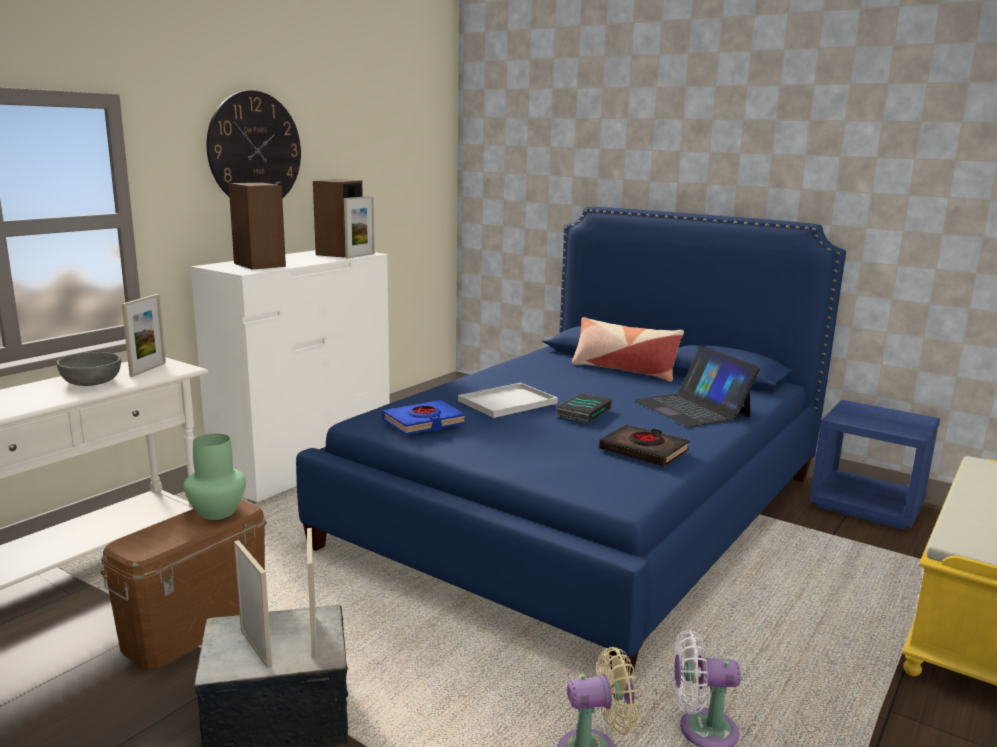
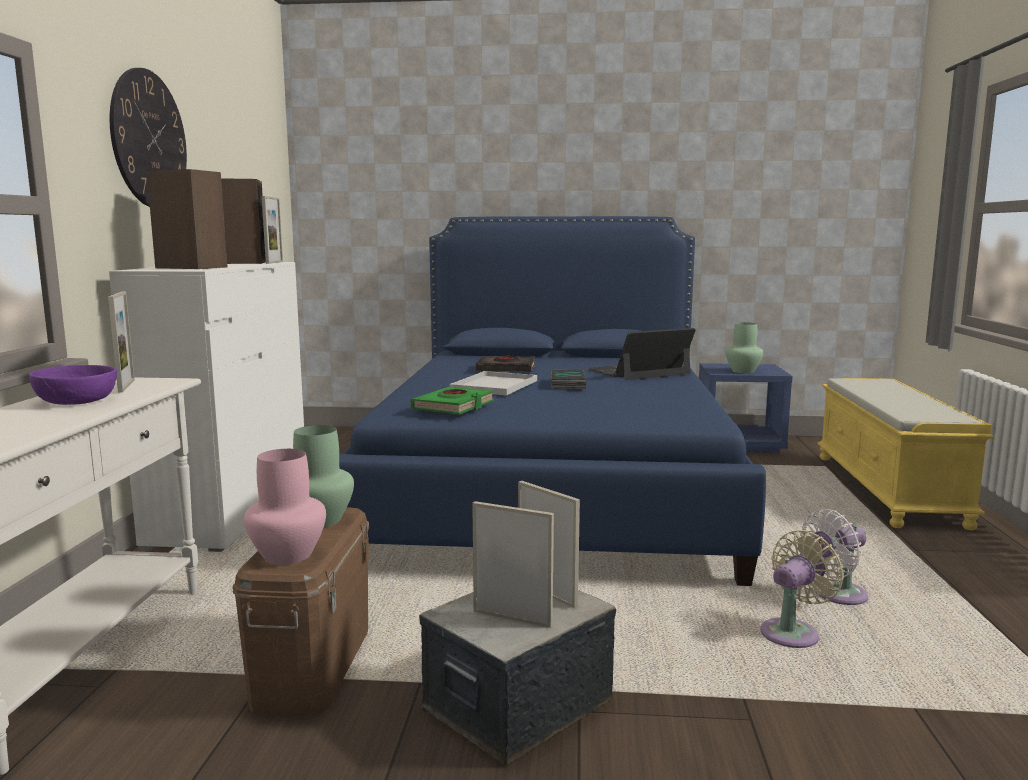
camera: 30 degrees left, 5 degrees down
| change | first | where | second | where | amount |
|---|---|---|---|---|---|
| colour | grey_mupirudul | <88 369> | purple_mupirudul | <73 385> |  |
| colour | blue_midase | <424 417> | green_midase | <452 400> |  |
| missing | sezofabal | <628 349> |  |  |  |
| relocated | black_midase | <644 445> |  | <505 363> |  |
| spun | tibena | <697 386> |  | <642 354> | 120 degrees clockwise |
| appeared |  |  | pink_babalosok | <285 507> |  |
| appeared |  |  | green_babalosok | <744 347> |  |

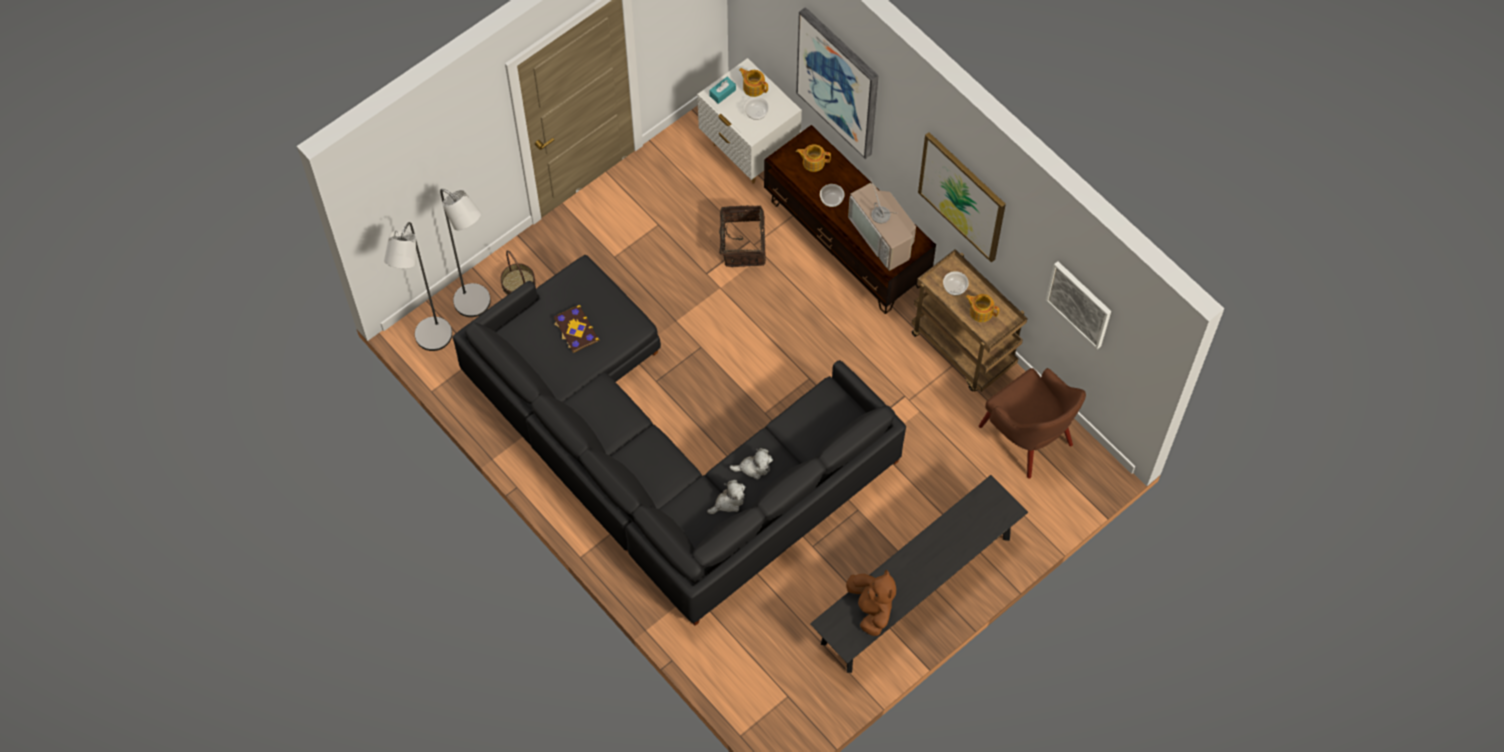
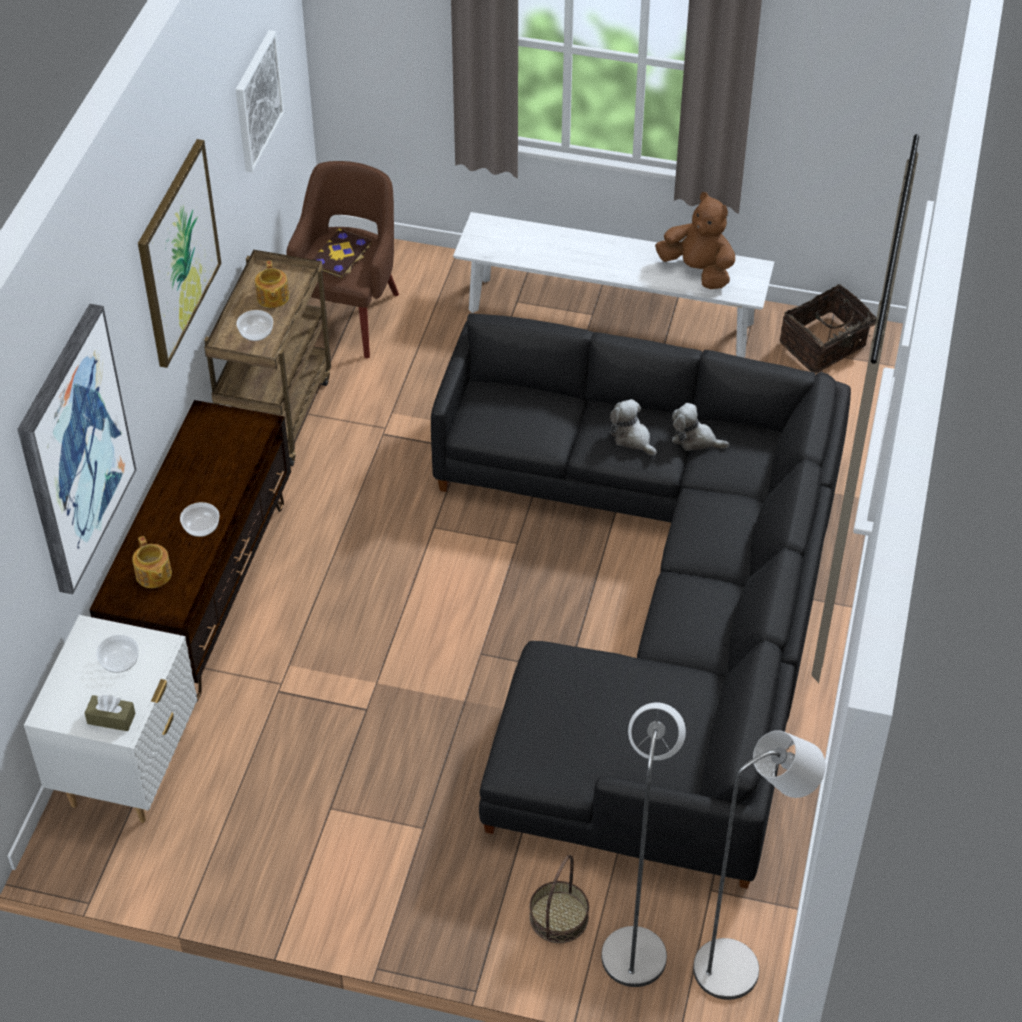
camera: 125 degrees left, 15 degrees down
| change | first | where | second | where | amount |
|---|---|---|---|---|---|
| relocated | midase | <576 329> |  | <342 254> |  |
| colour | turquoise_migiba | <722 90> | brown_migiba | <110 713> |  |
| relocated | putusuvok | <742 236> |  | <828 328> |  |
| missing | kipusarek | <753 82> |  |  |  |
| colour | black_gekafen | <919 574> | white_gekafen | <613 285> |  |
| spun | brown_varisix | <871 603> |  | <695 240> | 90 degrees clockwise |
| missing | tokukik | <882 224> |  |  |  |

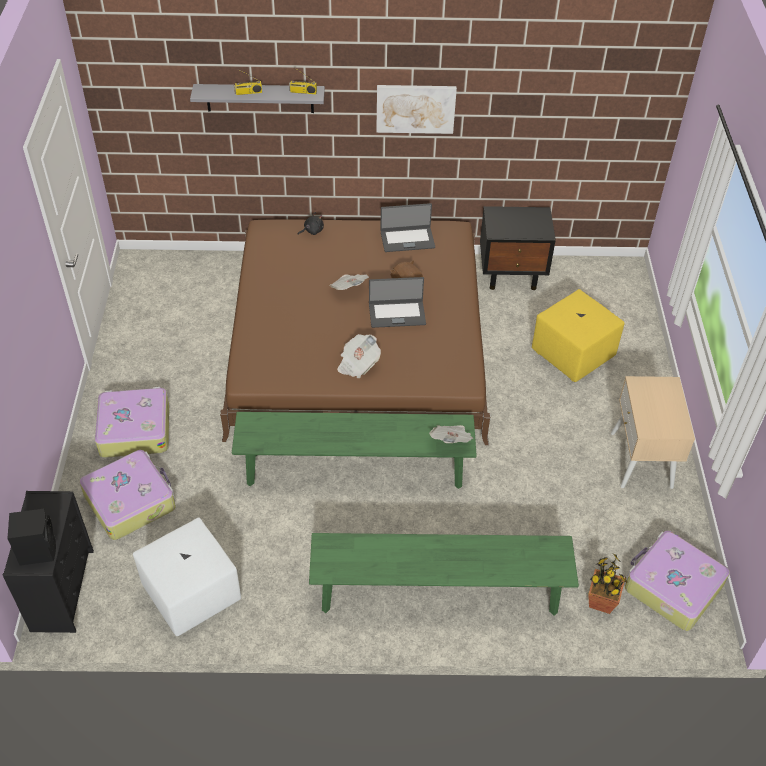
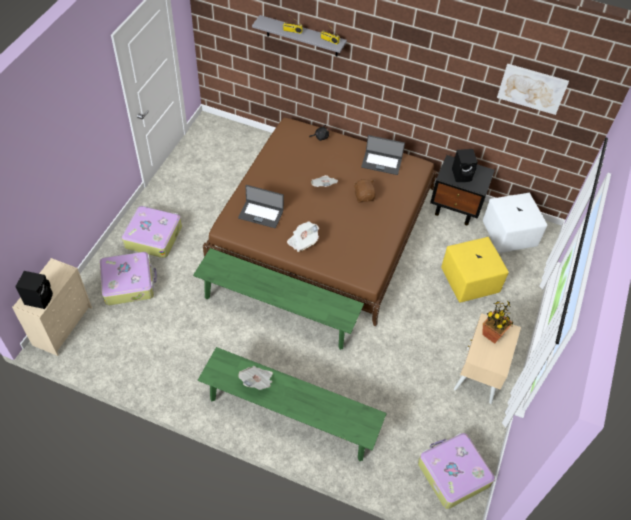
camera: 20 degrees right, 5 degrees up
| change | first | where | second | where | amount |
|---|---|---|---|---|---|
| colour | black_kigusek | <48 562> | beige_kigusek | <52 307> |  |
| relocated | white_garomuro | <187 576> |  | <515 223> |  |
| relocated | tibena | <397 302> |  | <261 206> |  |
| relocated | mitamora | <416 109> |  | <533 89> |  |
| relocated | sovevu | <451 434> |  | <255 378> |  |
| relocated | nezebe | <607 584> |  | <498 322> |  |
| appeared |  |  | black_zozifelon | <465 165> |  |

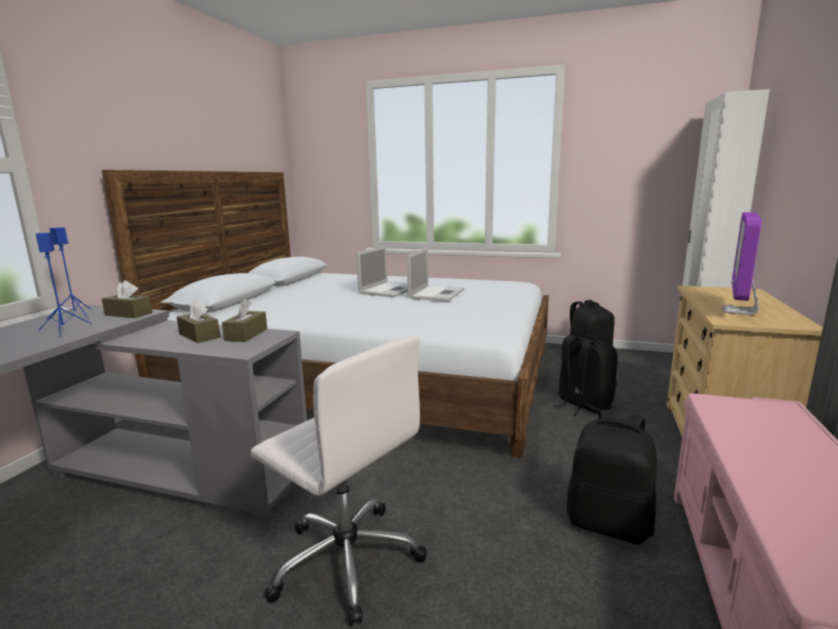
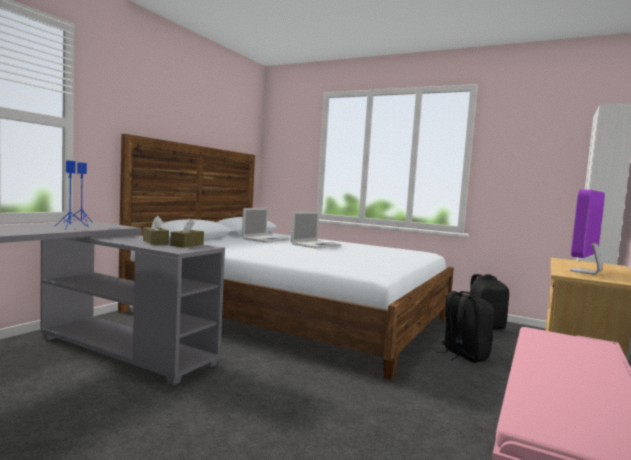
camera: 10 degrees right, 10 degrees down
| change | first | where | second | where | amount |
|---|---|---|---|---|---|
| missing | brown_migiba | <127 299> |  |  |  |
| missing | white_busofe | <338 481> |  |  |  |
| relocated | tibena | <435 274> |  | <265 225> |  |
| missing | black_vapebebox | <612 477> |  |  |  |

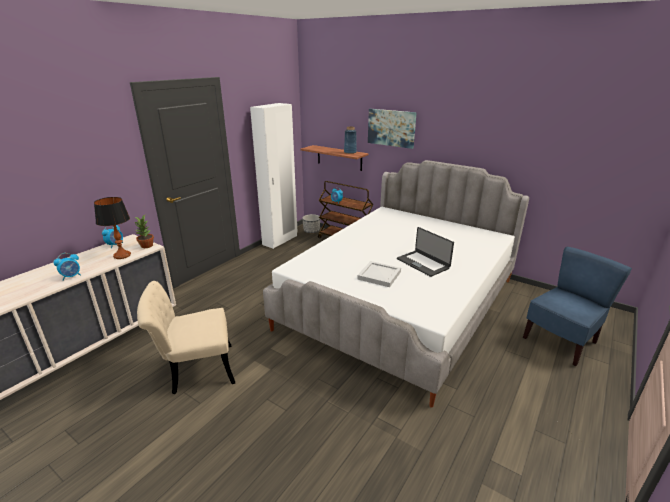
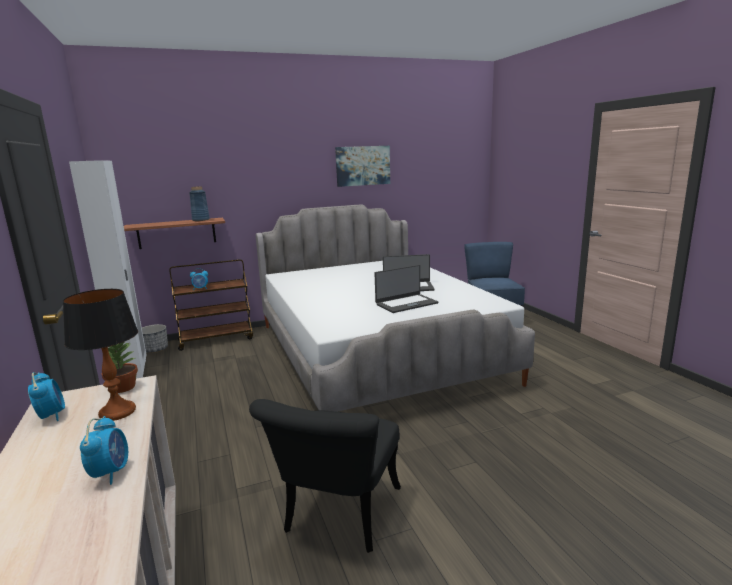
camera: 55 degrees left, 10 degrees down
| change | first | where | second | where | amount |
|---|---|---|---|---|---|
| colour | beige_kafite | <186 337> | black_kafite | <325 476> |  |
| exchanged | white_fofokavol | <379 274> | tibena | <406 289> |  |
| relocated | mitamora | <392 129> |  | <362 166> |  |

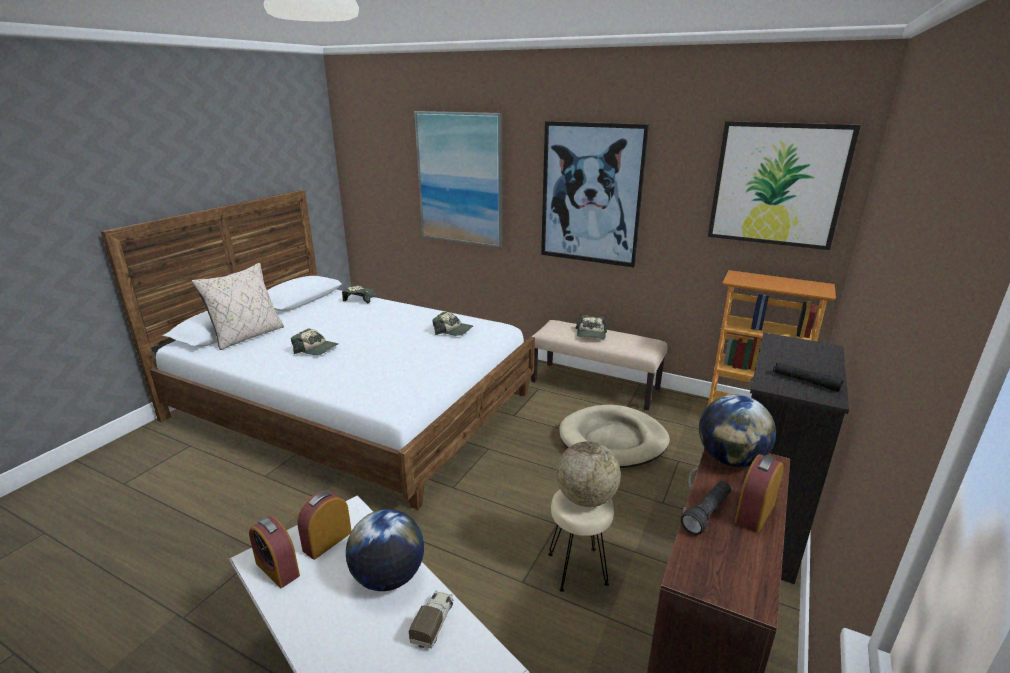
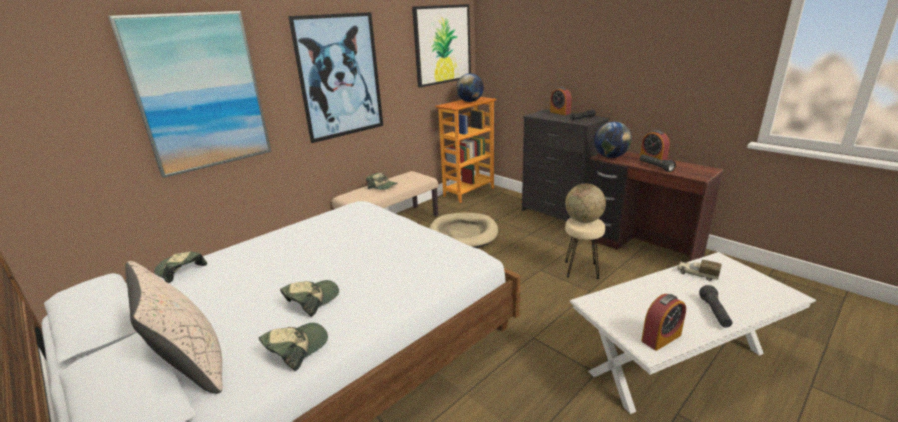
camera: 70 degrees left, 0 degrees up
| change | first | where | second | where | amount |
|---|---|---|---|---|---|
| relocated | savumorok | <324 525> |  | <561 101> |  |
| relocated | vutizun | <385 550> |  | <470 87> |  |
| relocated | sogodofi | <453 324> |  | <293 347> |  |
| appeared |  |  | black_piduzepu | <716 306> |  |

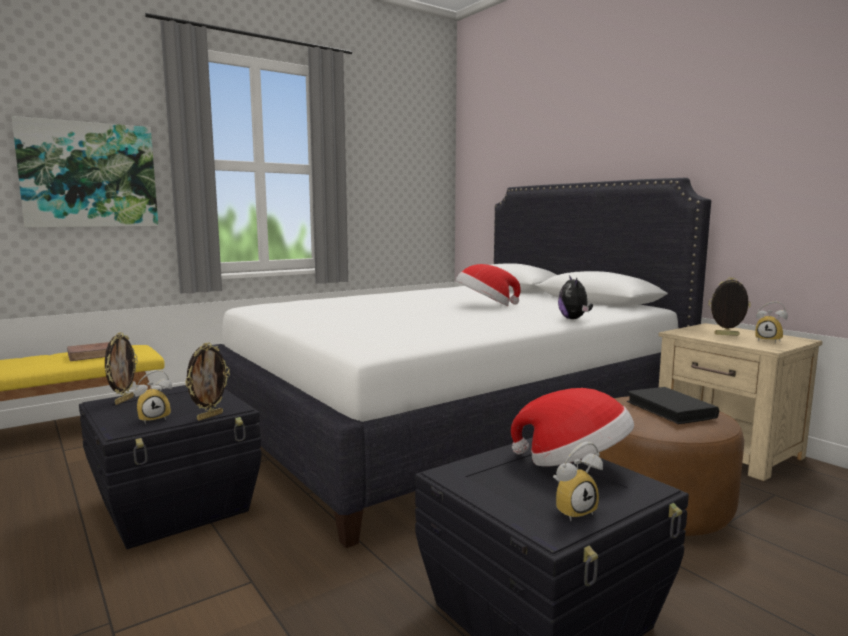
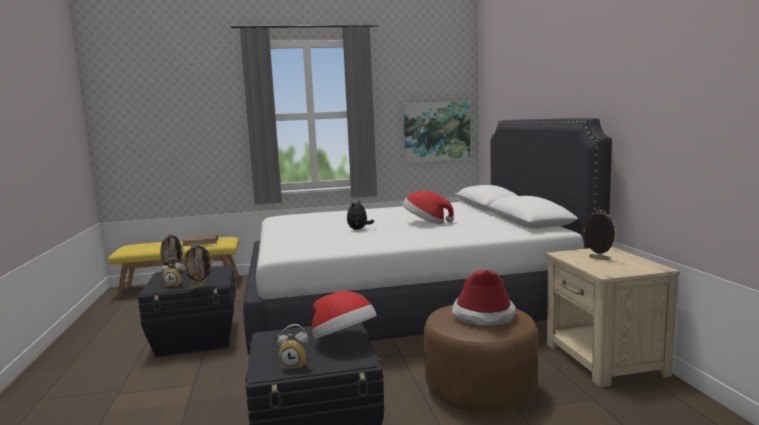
camera: 25 degrees right, 0 degrees up
| change | first | where | second | where | amount |
|---|---|---|---|---|---|
| relocated | mitamora | <84 171> |  | <437 132> |  |
| relocated | varisix | <575 297> |  | <360 215> |  |
| exchanged | black_midase | <673 405> | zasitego | <484 298> |  |
| missing | savumorok | <771 322> |  |  |  |

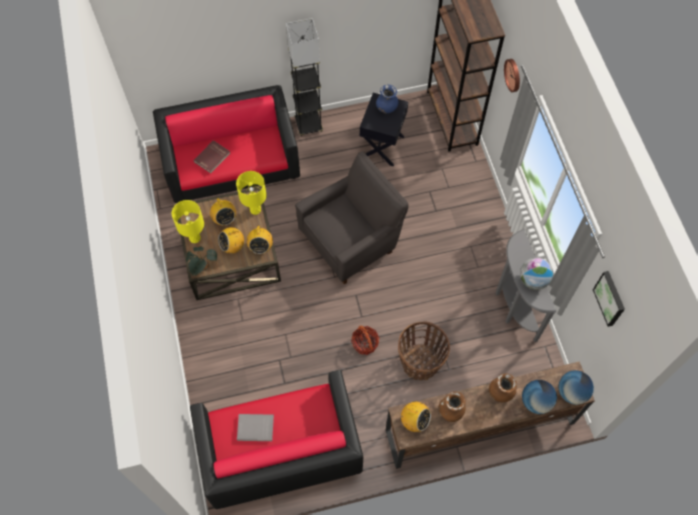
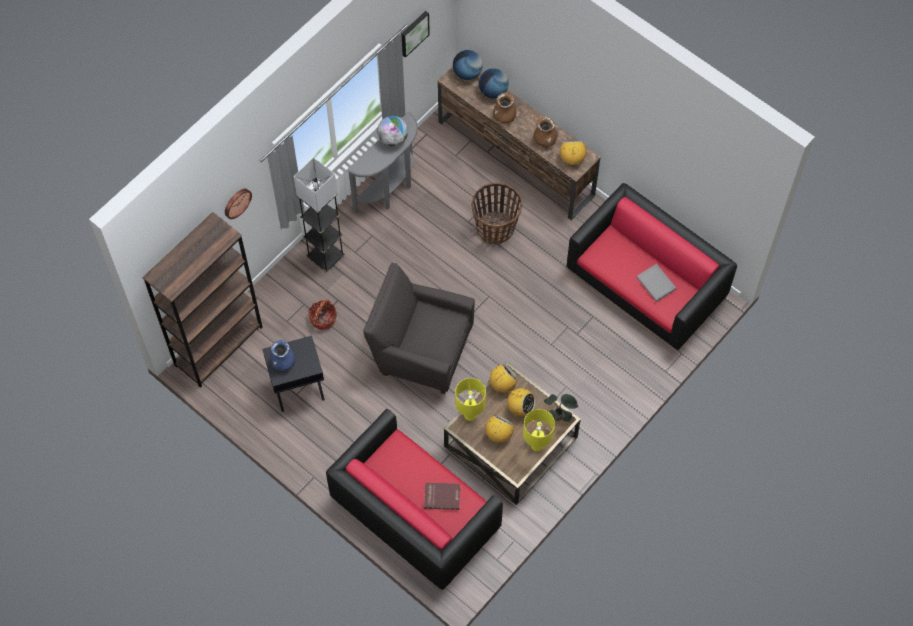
camera: 125 degrees left, 0 degrees up
| change | first | where | second | where | amount |
|---|---|---|---|---|---|
| relocated | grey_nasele | <304 77> |  | <319 214> |  |
| relocated | putusuvok | <365 340> |  | <322 314> |  |

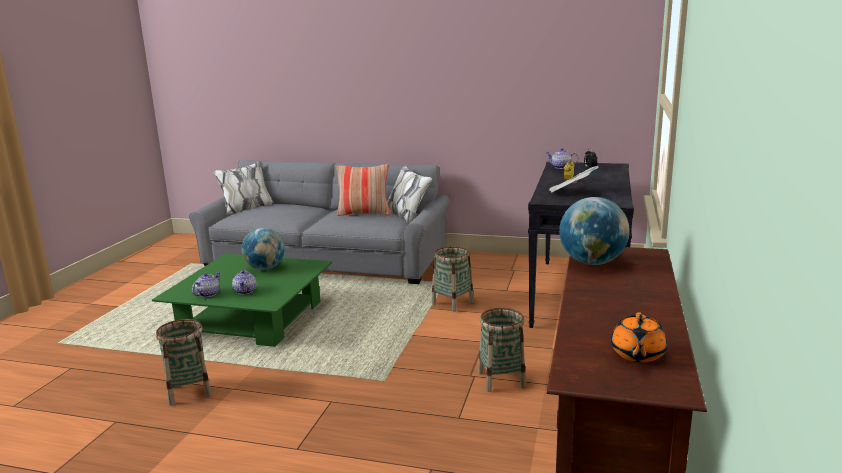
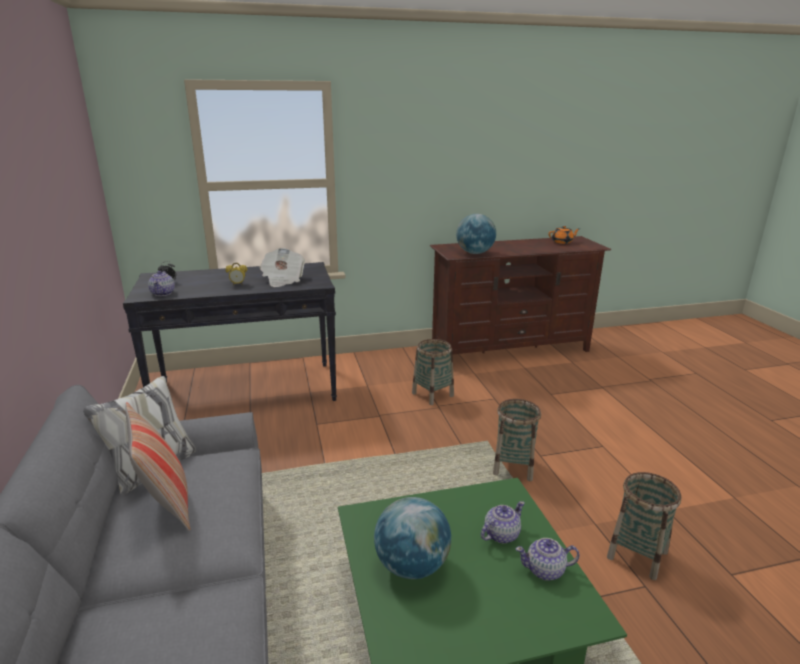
camera: 120 degrees left, 5 degrees up
| change | first | where | second | where | amount |
|---|---|---|---|---|---|
| relocated | putusuvok | <453 279> |  | <517 440> |  |

